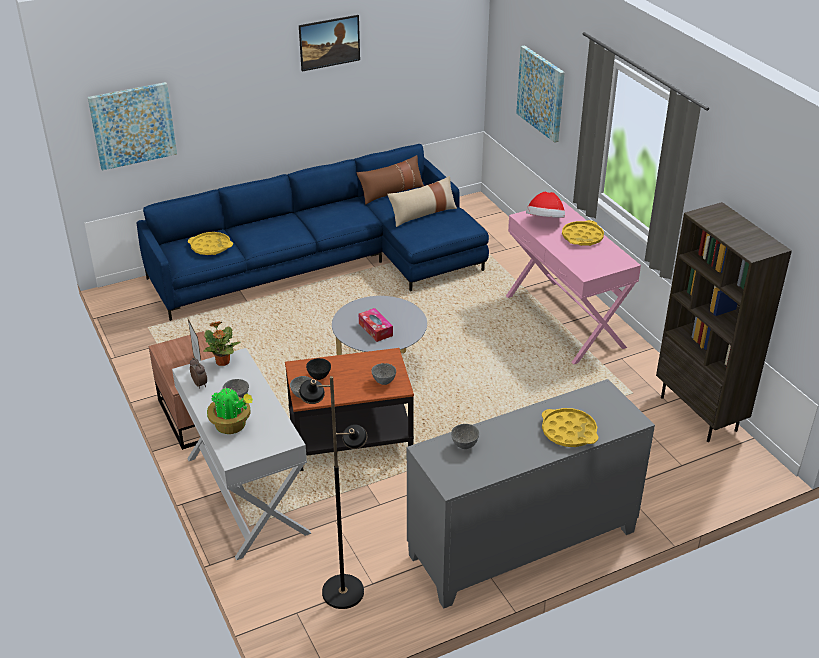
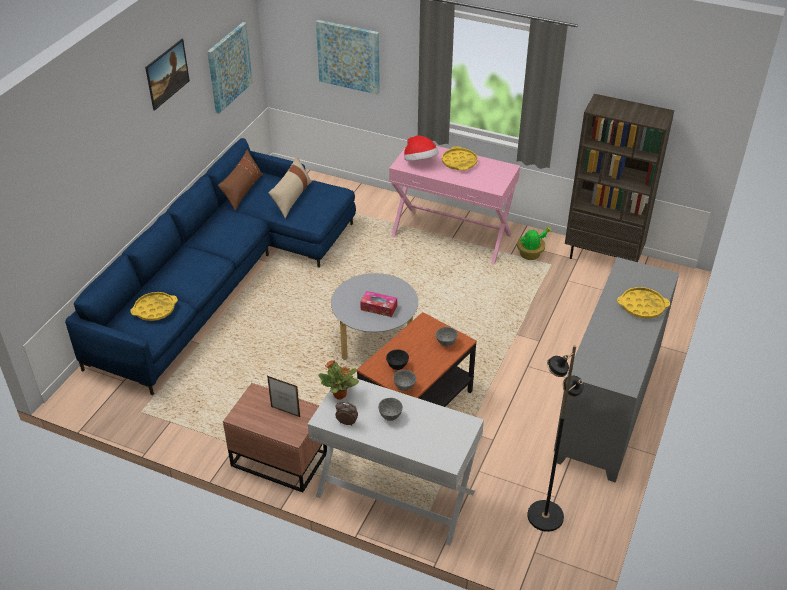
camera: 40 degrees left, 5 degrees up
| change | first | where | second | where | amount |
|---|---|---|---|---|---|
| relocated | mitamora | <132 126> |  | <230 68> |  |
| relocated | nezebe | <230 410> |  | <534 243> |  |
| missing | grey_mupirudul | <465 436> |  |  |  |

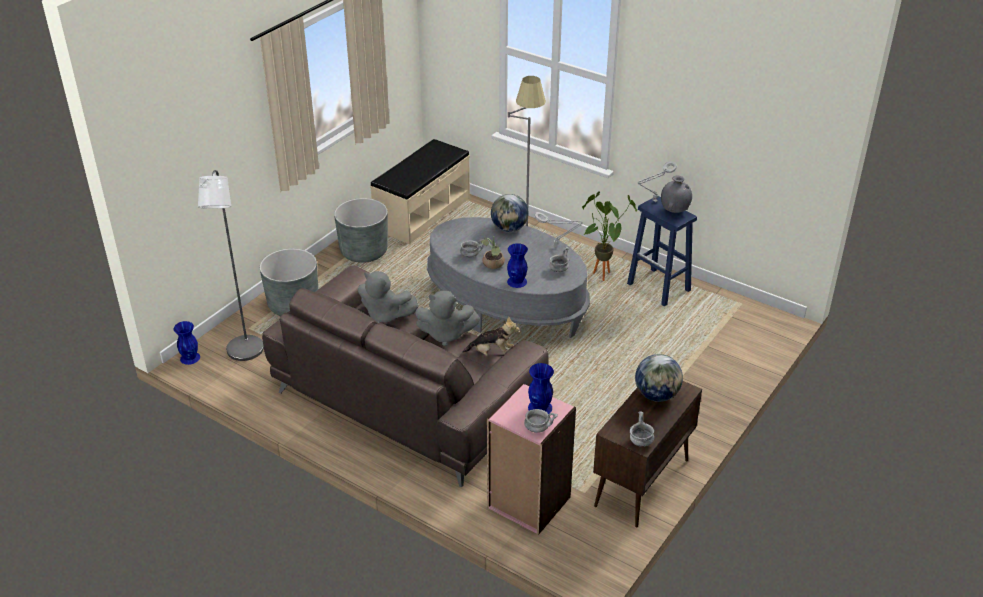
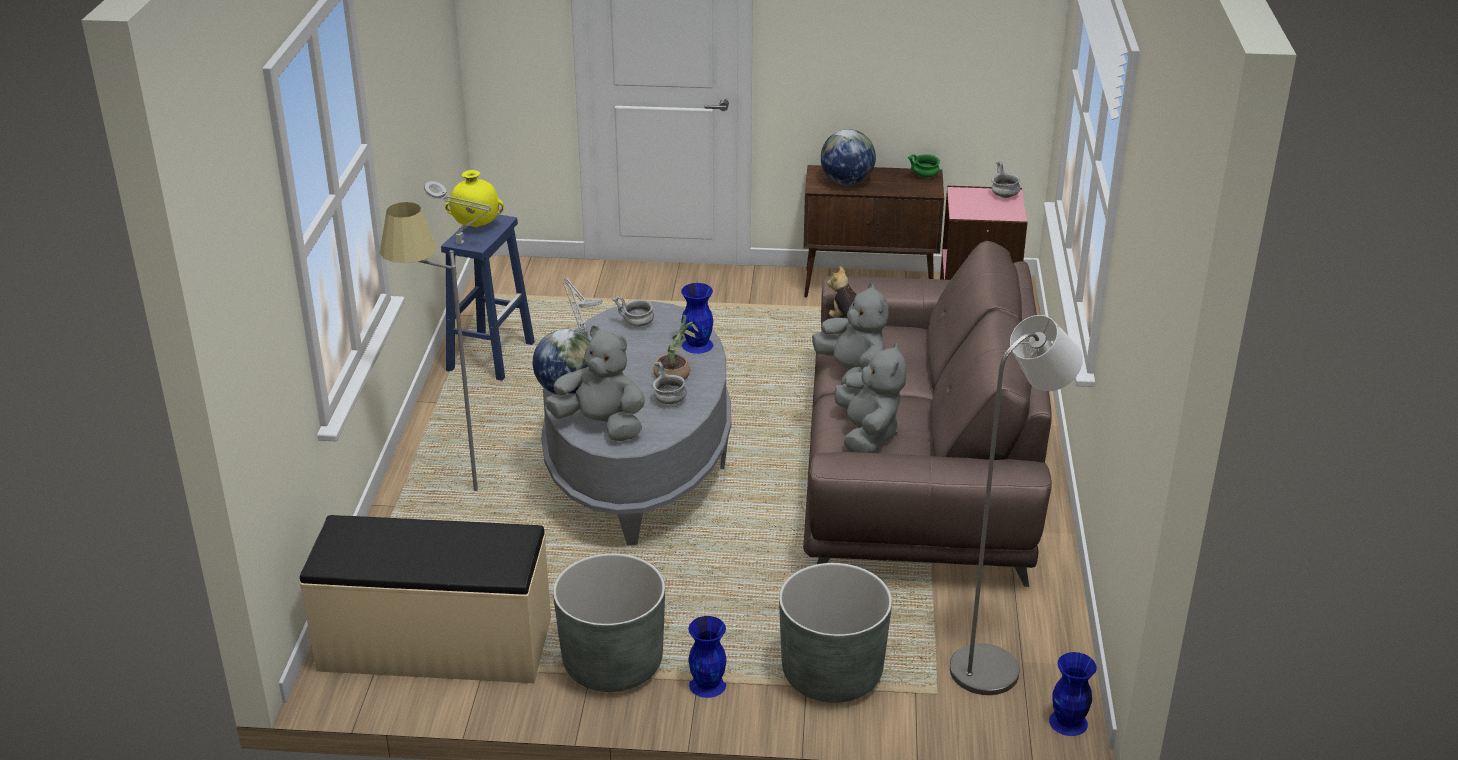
camera: 120 degrees left, 5 degrees down
| change | first | where | second | where | amount |
|---|---|---|---|---|---|
| relocated | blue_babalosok | <541 388> |  | <707 657> |  |
| missing | nezebe | <609 236> |  |  |  |
| colour | grey_mupirudul | <642 429> | green_mupirudul | <924 166> |  |
| colour | grey_babalosok | <676 194> | yellow_babalosok | <474 198> |  |
| appeared |  |  | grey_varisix | <594 383> |  |

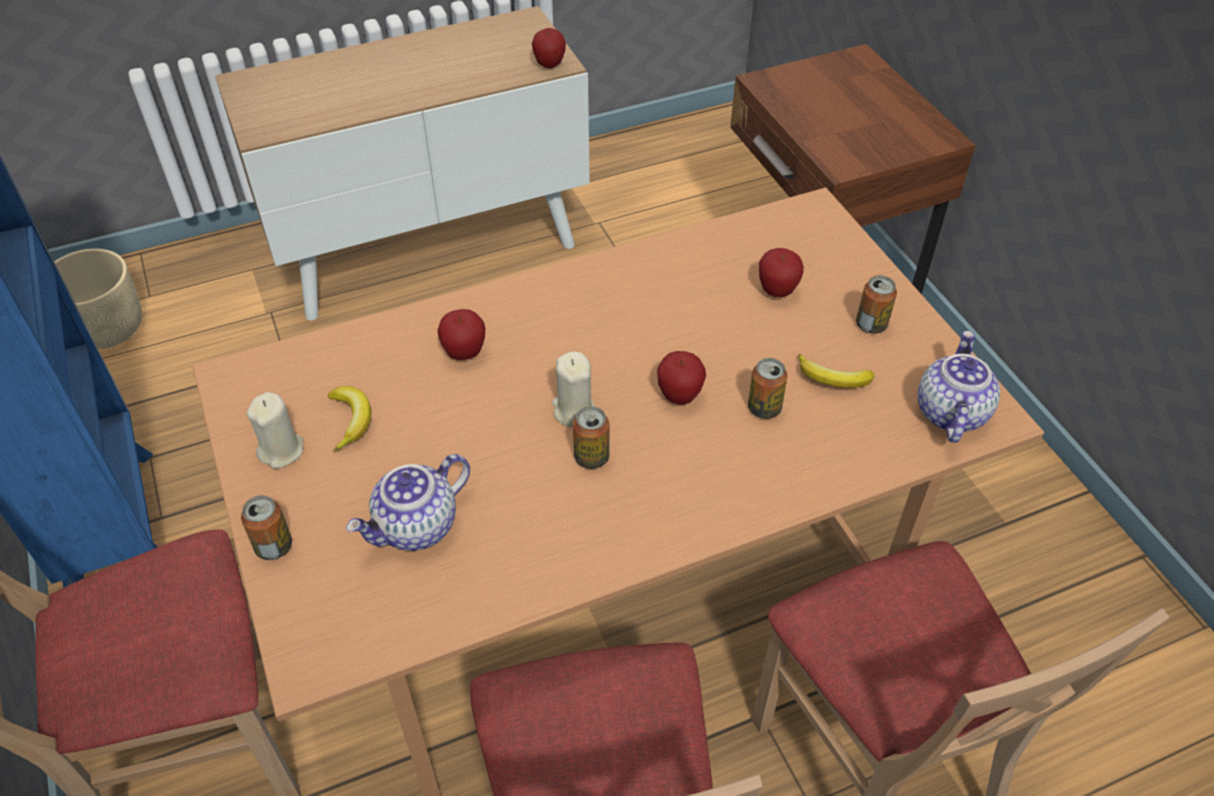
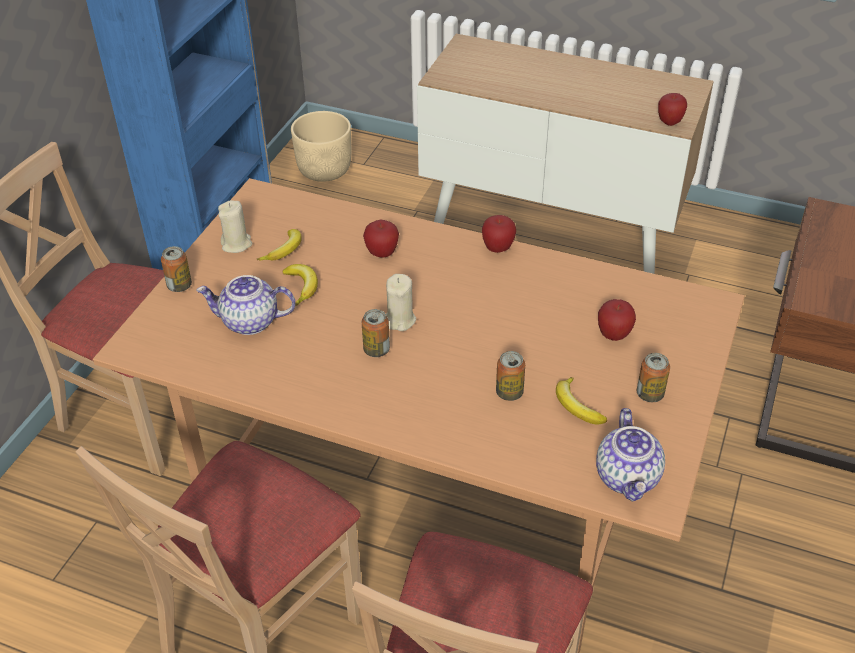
camera: 45 degrees right, 5 degrees down
| change | first | where | second | where | amount |
|---|---|---|---|---|---|
| relocated | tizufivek | <681 377> |  | <499 234> |  |
| spun | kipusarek | <958 387> |  | <630 455> | 120 degrees clockwise |
| appeared |  |  | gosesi | <300 285> |  |

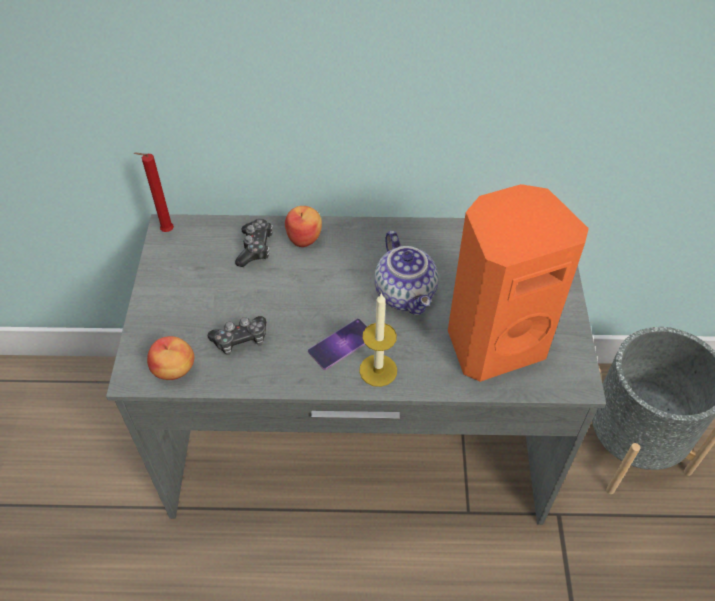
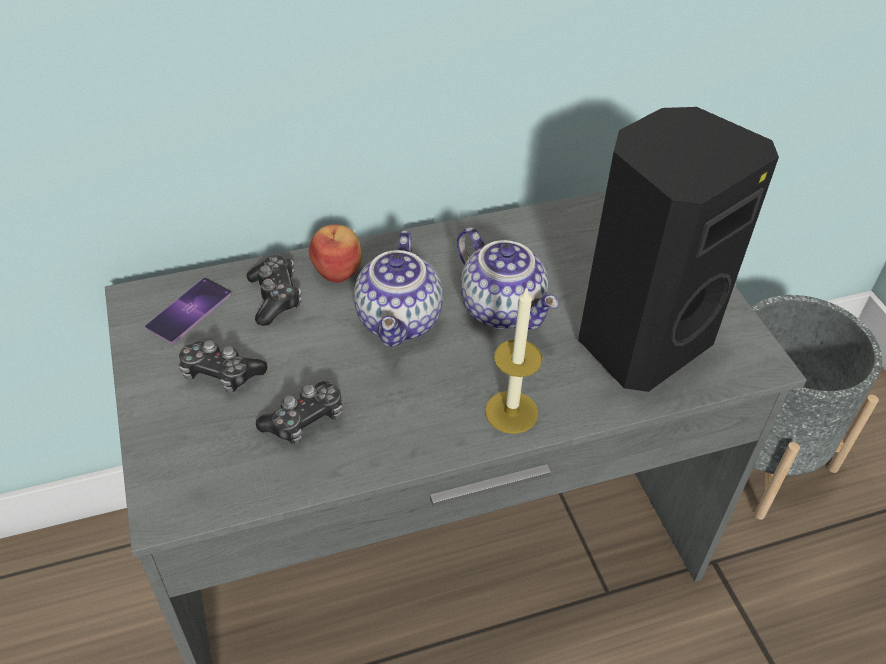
camera: 20 degrees left, 5 degrees down
| change | first | where | second | where | amount |
|---|---|---|---|---|---|
| missing | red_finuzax | <154 192> |  |  |  |
| missing | tizufivek | <170 358> |  |  |  |
| relocated | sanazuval | <337 344> |  | <188 310> |  |
| colour | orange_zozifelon | <518 283> | black_zozifelon | <678 249> |  |
| appeared |  |  | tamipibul | <223 366> |  |
| appeared |  |  | kipusarek | <398 288> |  |

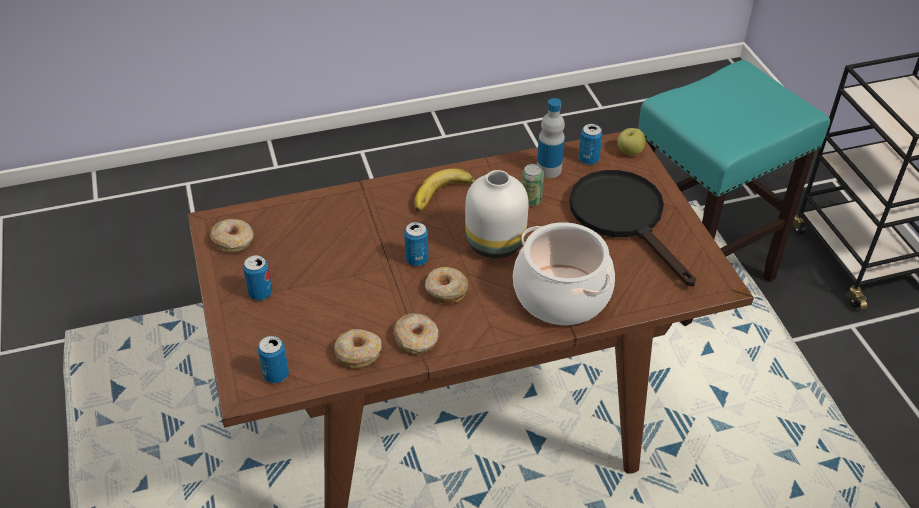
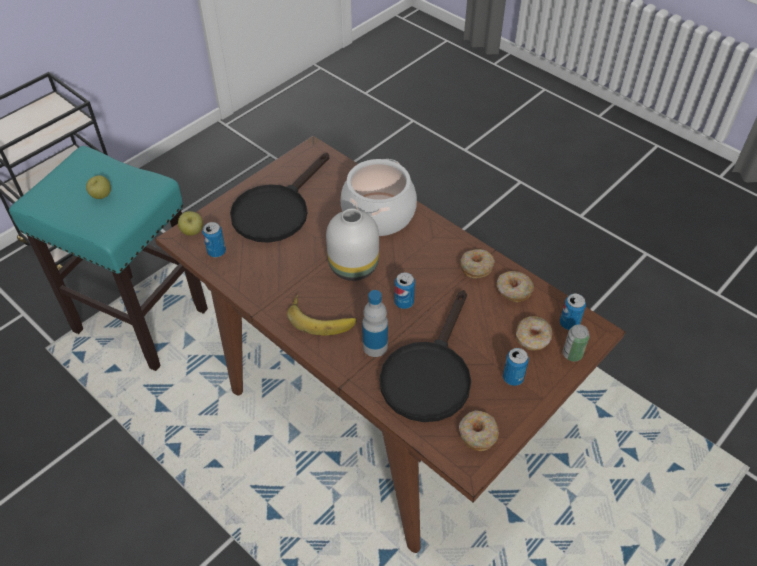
camera: 120 degrees left, 5 degrees up
| change | first | where | second | where | amount |
|---|---|---|---|---|---|
| relocated | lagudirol | <446 285> |  | <534 333> |  |
| relocated | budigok | <532 185> |  | <576 343> |  |
| relocated | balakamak | <551 138> |  | <375 323> |  |
| appeared |  |  | tizufivek | <98 187> |  |
| appeared |  |  | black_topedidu | <425 356> |  |

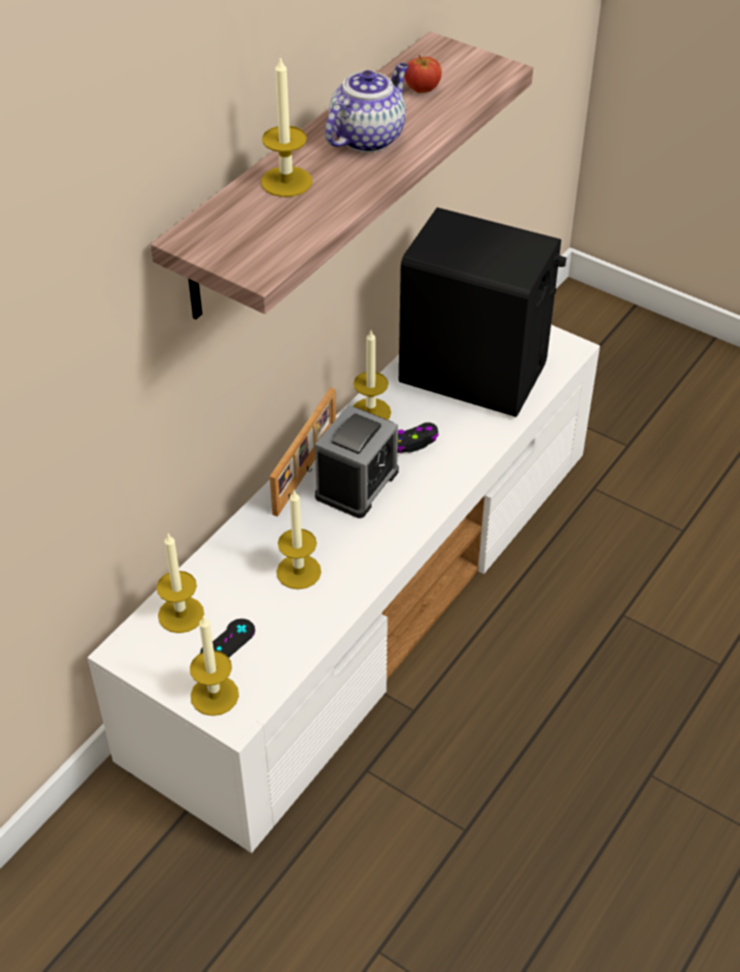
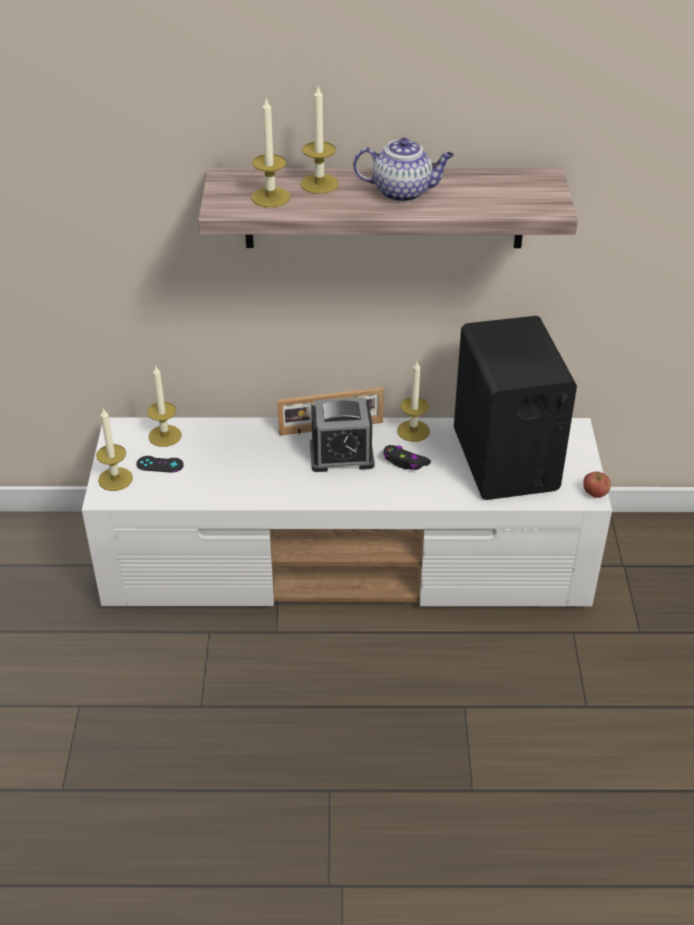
camera: 55 degrees right, 5 degrees down
| change | first | where | second | where | amount |
|---|---|---|---|---|---|
| relocated | finuzax | <298 540> |  | <270 152> |  |
| relocated | tizufivek | <423 74> |  | <597 484> |  |

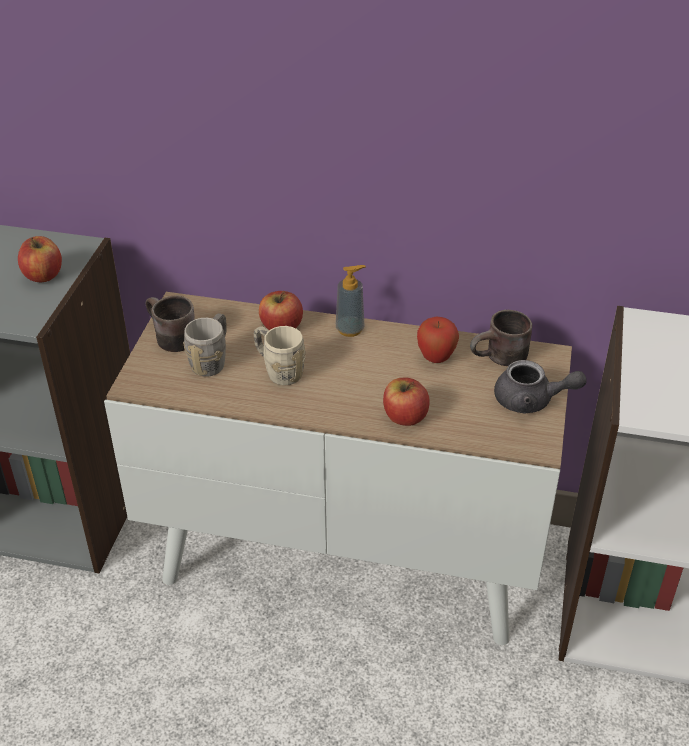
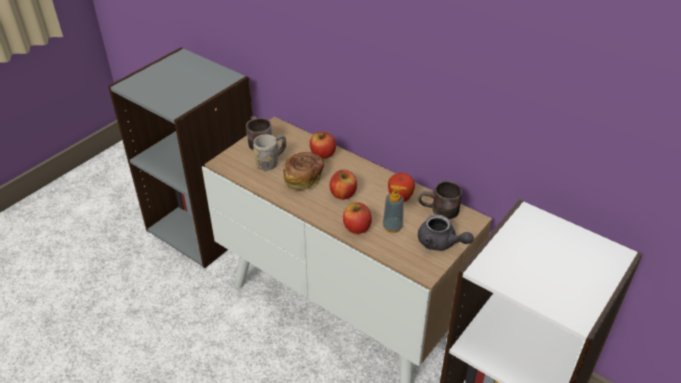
camera: 25 degrees right, 0 degrees up
| change | first | where | second | where | amount |
|---|---|---|---|---|---|
| relocated | tizufivek | <40 259> |  | <343 185> |  |
| exchanged | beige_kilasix | <279 355> | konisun | <303 171> |  |
| relocated | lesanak | <351 301> |  | <395 209> |  |

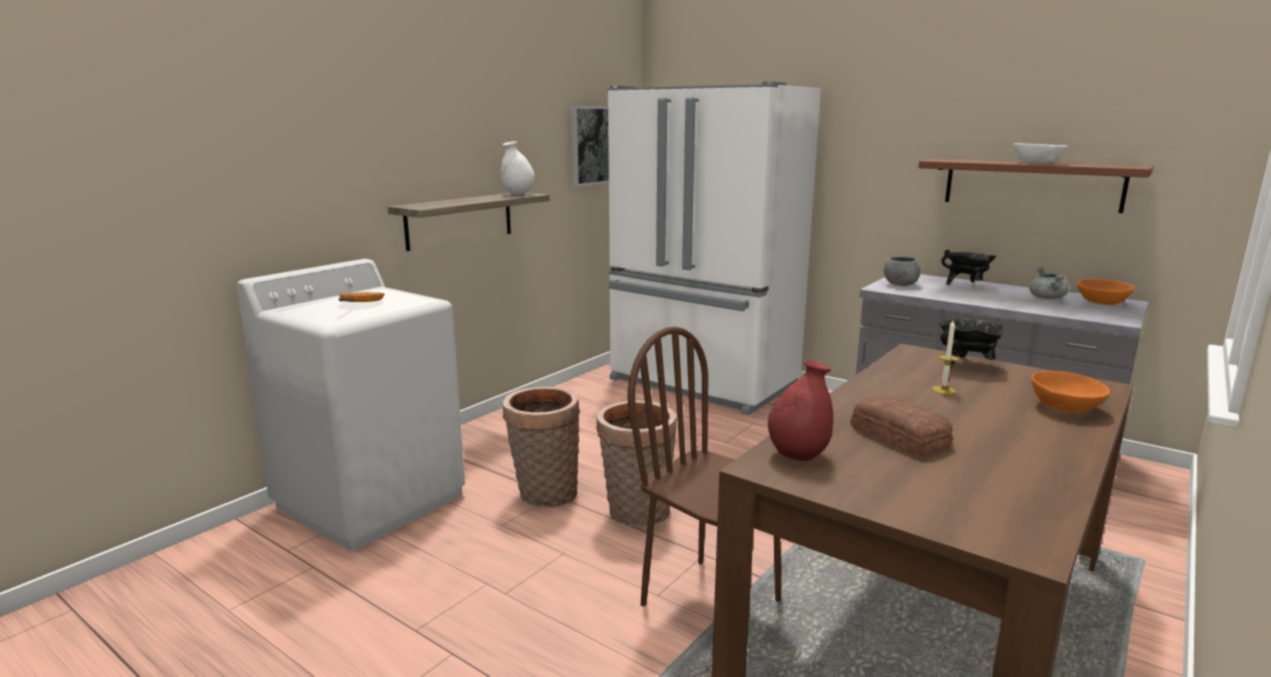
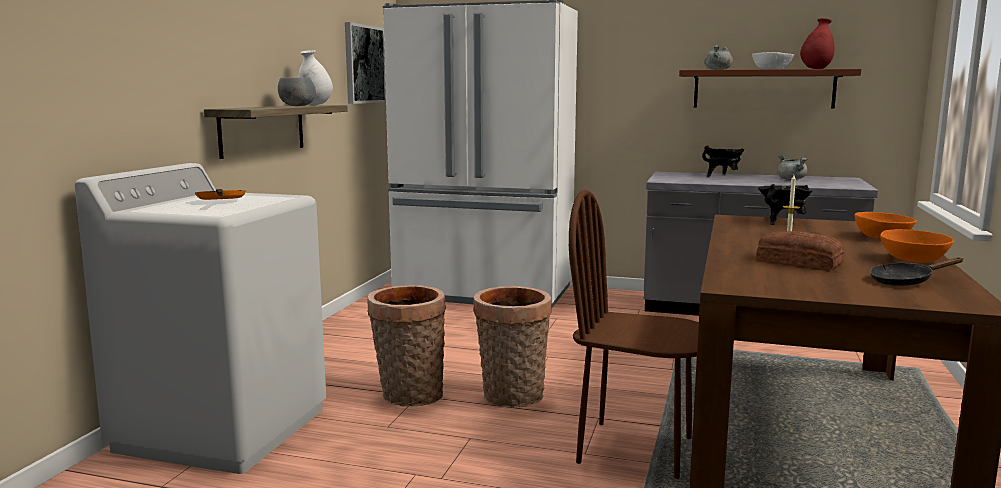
camera: 20 degrees left, 5 degrees down
| change | first | where | second | where | amount |
|---|---|---|---|---|---|
| relocated | red_babalosok | <800 410> |  | <817 43> |  |
| relocated | grey_mupirudul | <902 271> |  | <297 91> |  |
| relocated | orange_mupirudul | <1105 292> |  | <917 246> |  |
| appeared |  |  | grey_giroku | <718 57> |  |
| appeared |  |  | black_topedidu | <917 271> |  |

